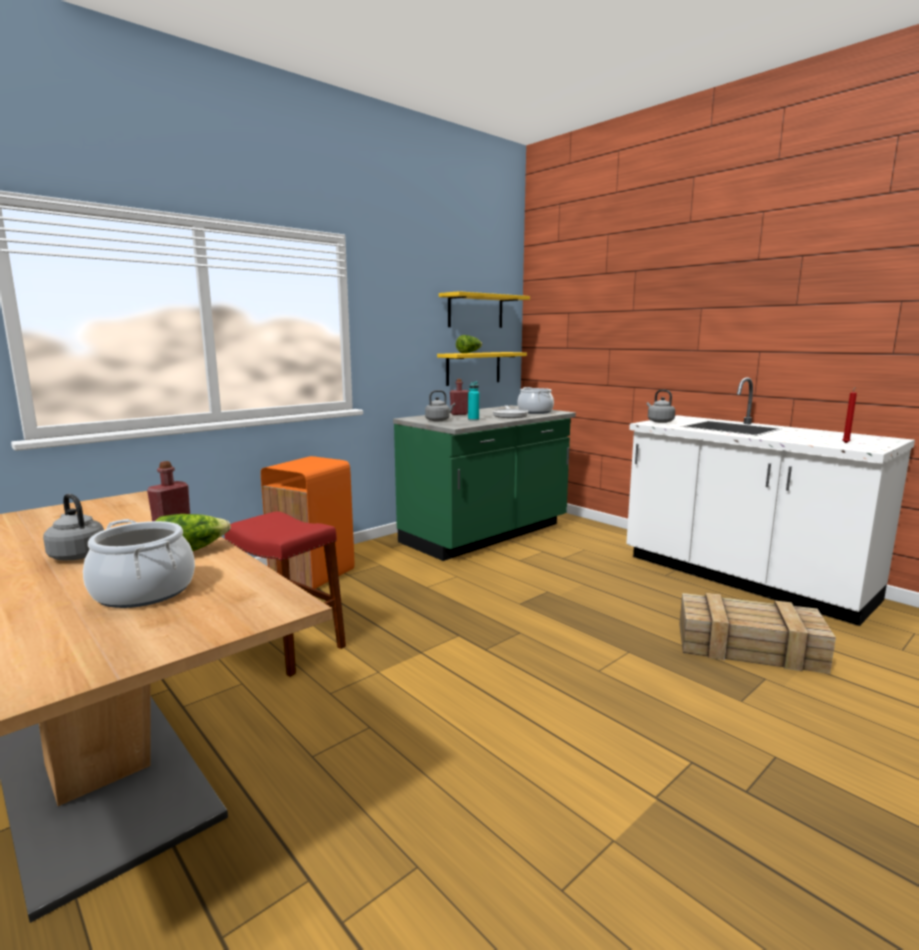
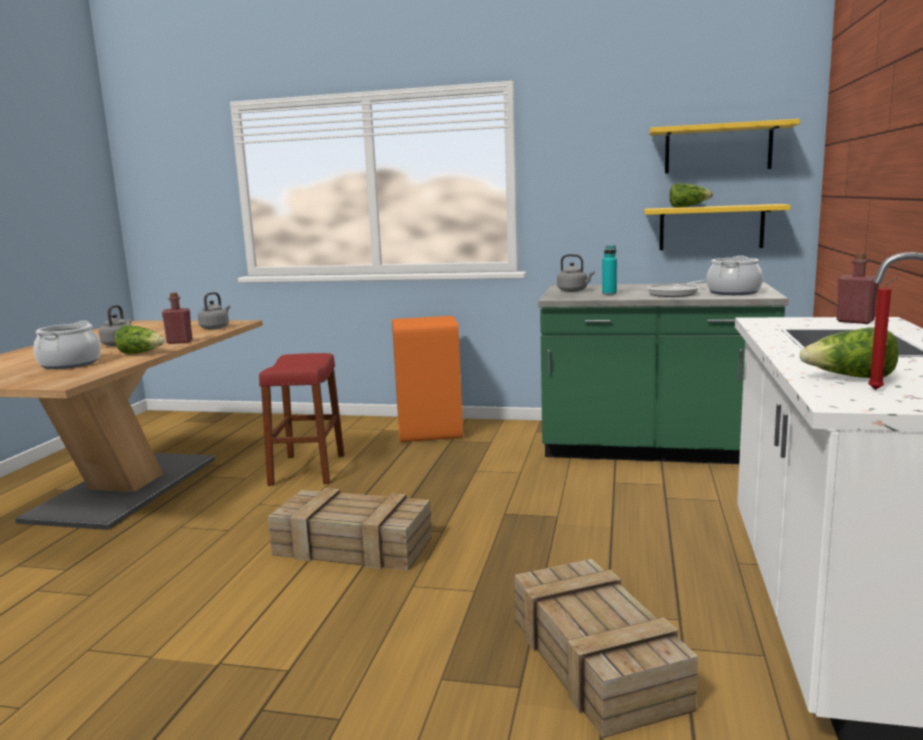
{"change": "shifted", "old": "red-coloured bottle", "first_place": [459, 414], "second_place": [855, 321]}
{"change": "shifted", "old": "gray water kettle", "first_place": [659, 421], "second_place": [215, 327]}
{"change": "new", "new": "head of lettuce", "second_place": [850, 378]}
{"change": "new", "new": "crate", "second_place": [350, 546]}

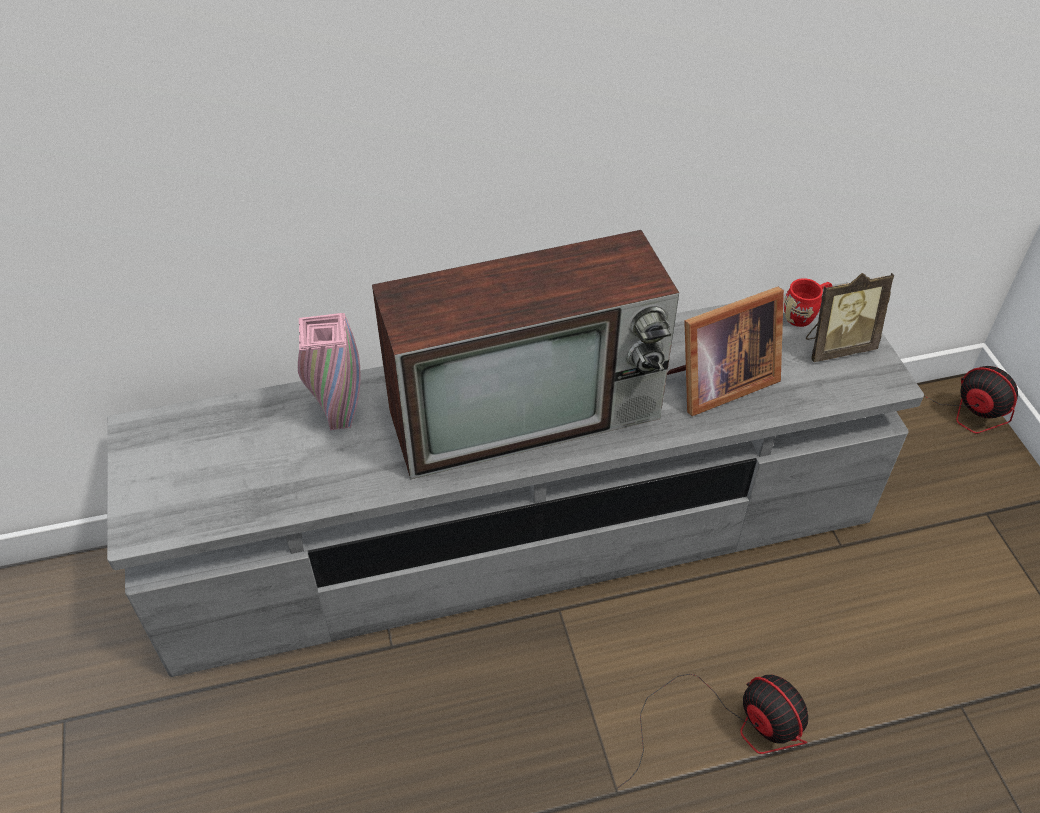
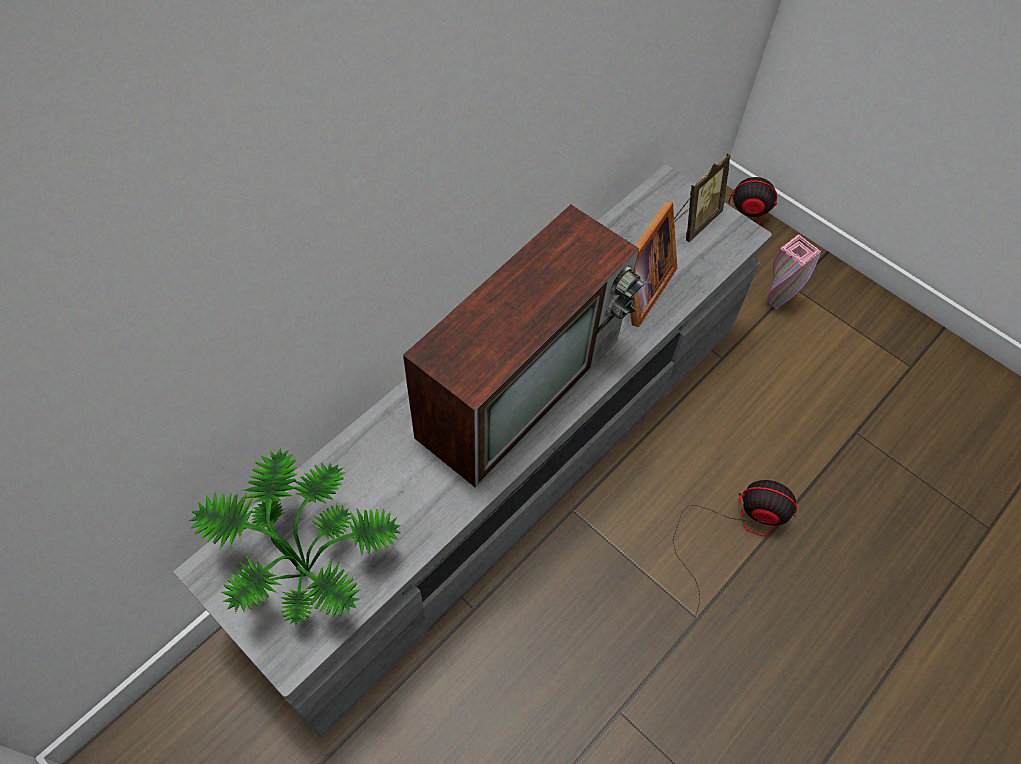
{"change": "gone", "old": "red-coloured tea mug", "first_place": [805, 314]}
{"change": "shifted", "old": "pinkish flower vase", "first_place": [339, 421], "second_place": [775, 301]}
{"change": "new", "new": "plant in a pot", "second_place": [306, 562]}

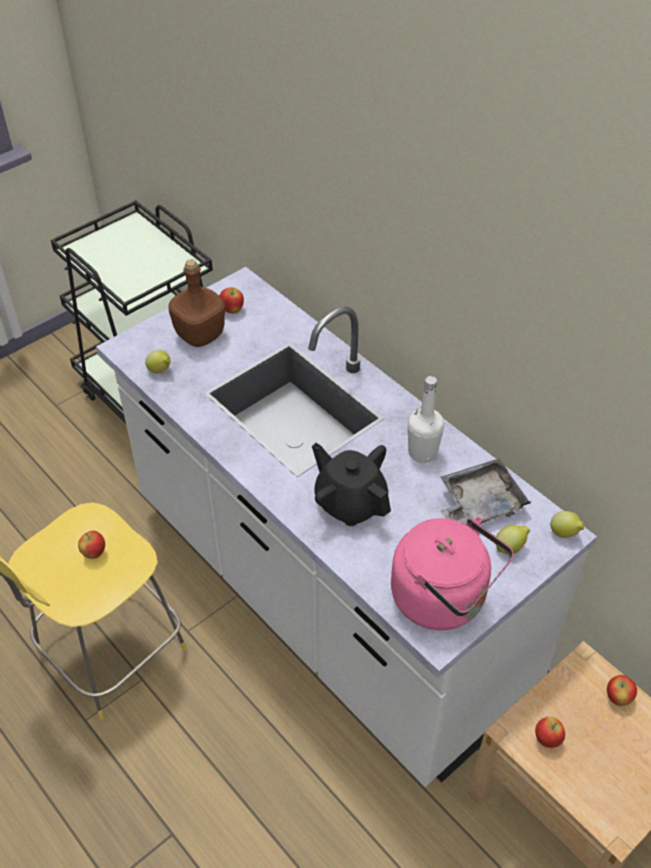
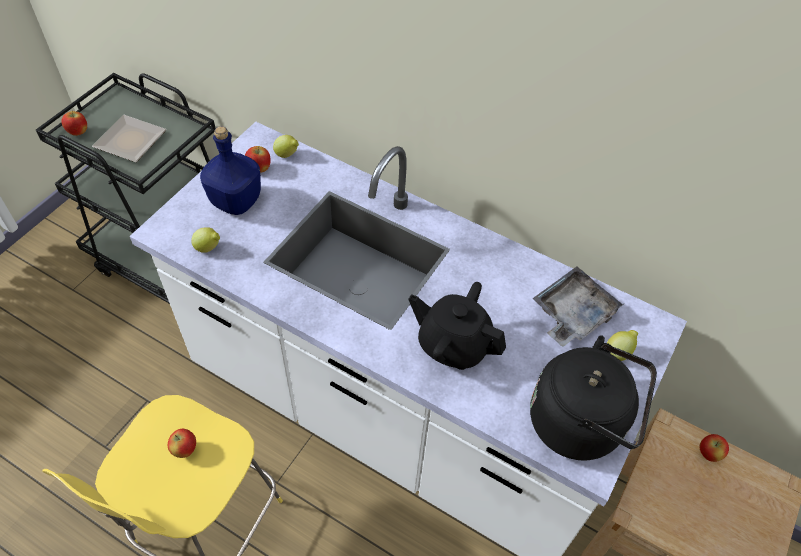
{"change": "repainted", "old": "brownish bottle", "new": "blue bottle", "first_place": [199, 335], "second_place": [235, 201]}
{"change": "gone", "old": "white bottle", "first_place": [422, 452]}
{"change": "shifted", "old": "lemon", "first_place": [564, 533], "second_place": [287, 155]}
{"change": "repainted", "old": "pinkish water kettle", "new": "blackish water kettle", "first_place": [444, 599], "second_place": [581, 423]}
{"change": "shifted", "old": "apple fruit", "first_place": [547, 739], "second_place": [78, 132]}
{"change": "new", "new": "dinner plate", "second_place": [128, 142]}

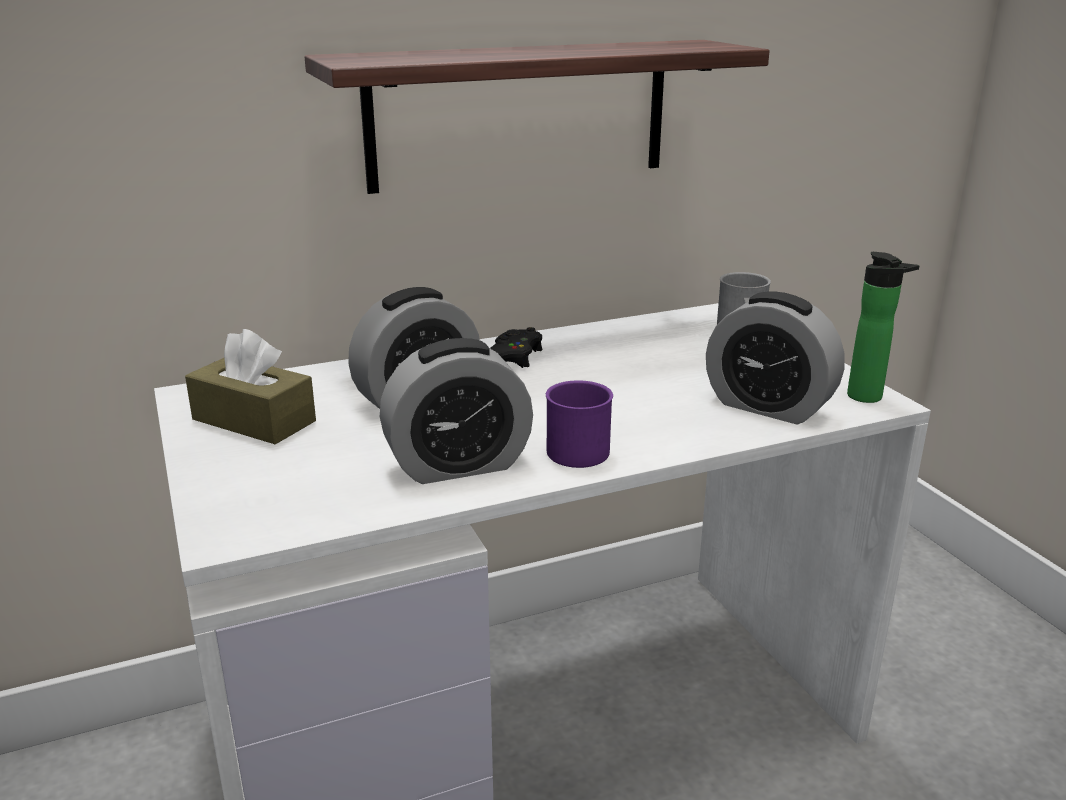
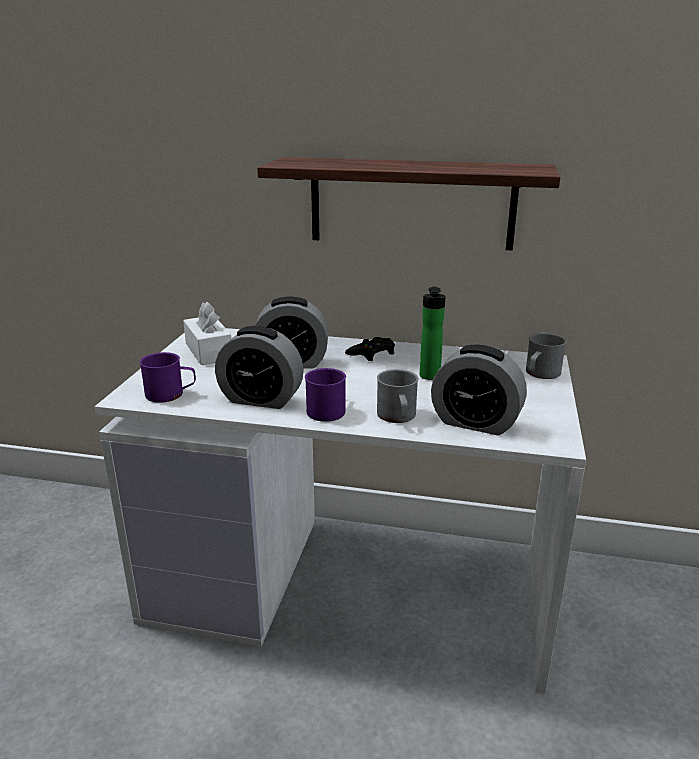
{"change": "shifted", "old": "bottle", "first_place": [869, 398], "second_place": [430, 377]}
{"change": "rotated", "old": "bedside clock", "first_place": [768, 406], "second_place": [475, 423], "degrees": -45}
{"change": "repainted", "old": "brownish tissue box", "new": "white tissue box", "first_place": [254, 420], "second_place": [208, 351]}
{"change": "new", "new": "purple-coloured tea mug", "second_place": [171, 394]}
{"change": "new", "new": "gray tea mug", "second_place": [397, 417]}

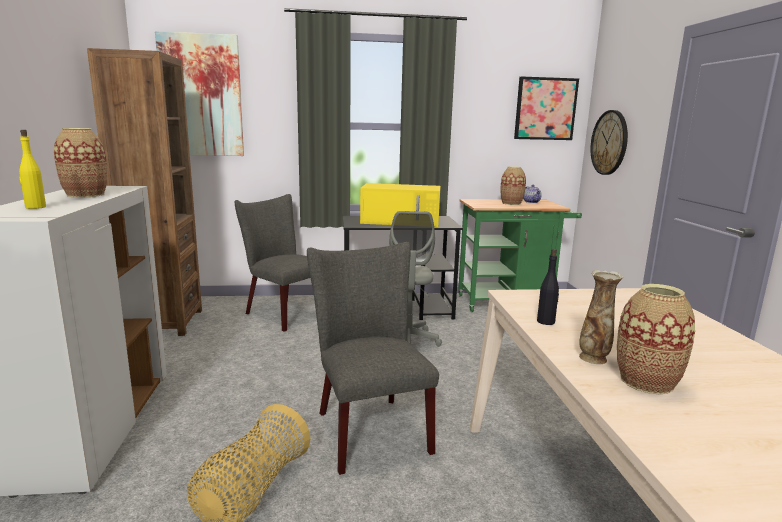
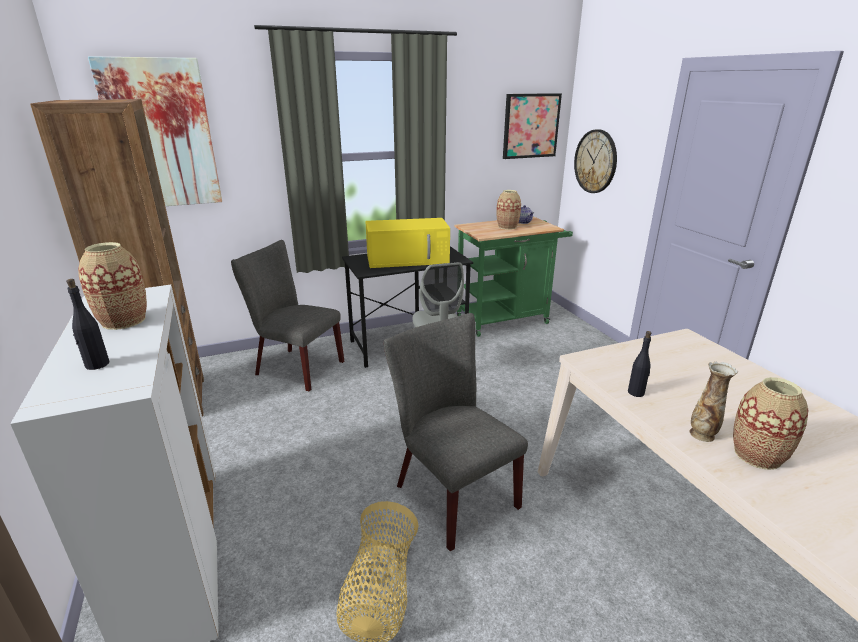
{"change": "repainted", "old": "yellow-coloured bottle", "new": "blackish bottle", "first_place": [35, 207], "second_place": [97, 364]}

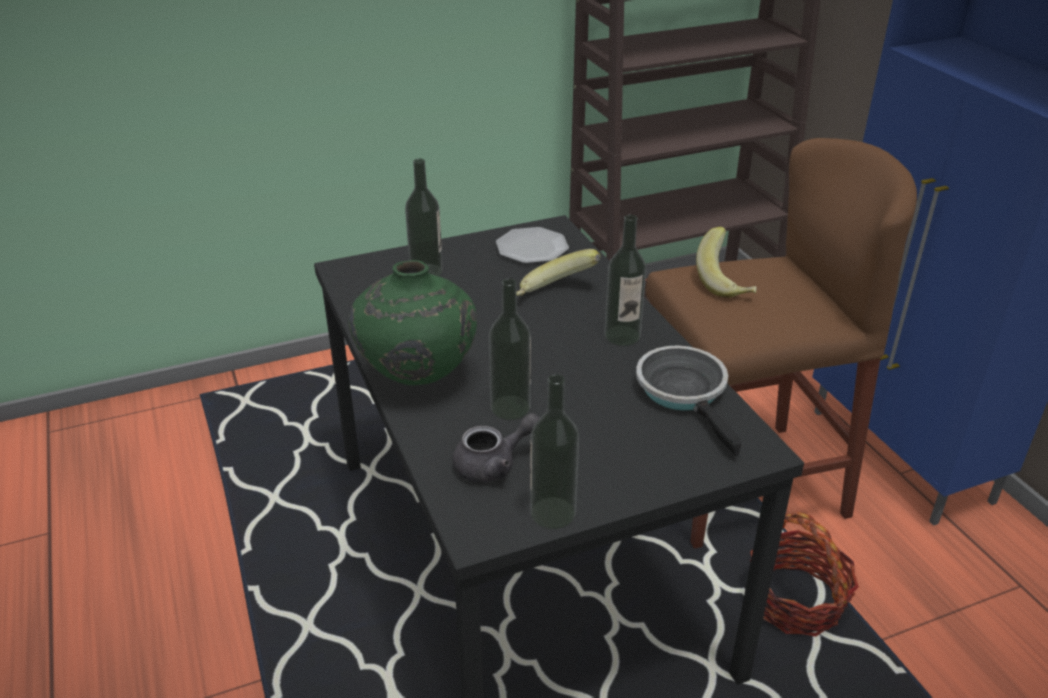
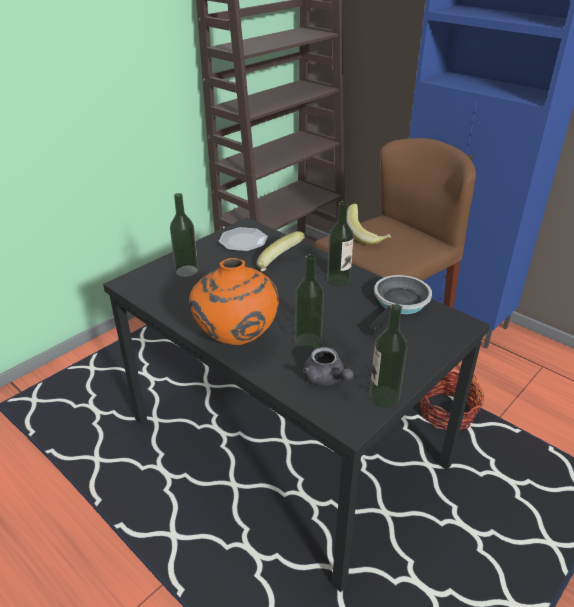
{"change": "repainted", "old": "green-coloured flower vase", "new": "orange flower vase", "first_place": [417, 379], "second_place": [236, 340]}
{"change": "rotated", "old": "skillet", "first_place": [685, 393], "second_place": [399, 304], "degrees": 75}
{"change": "rotated", "old": "gray pot for tea", "first_place": [493, 464], "second_place": [326, 379], "degrees": 105}

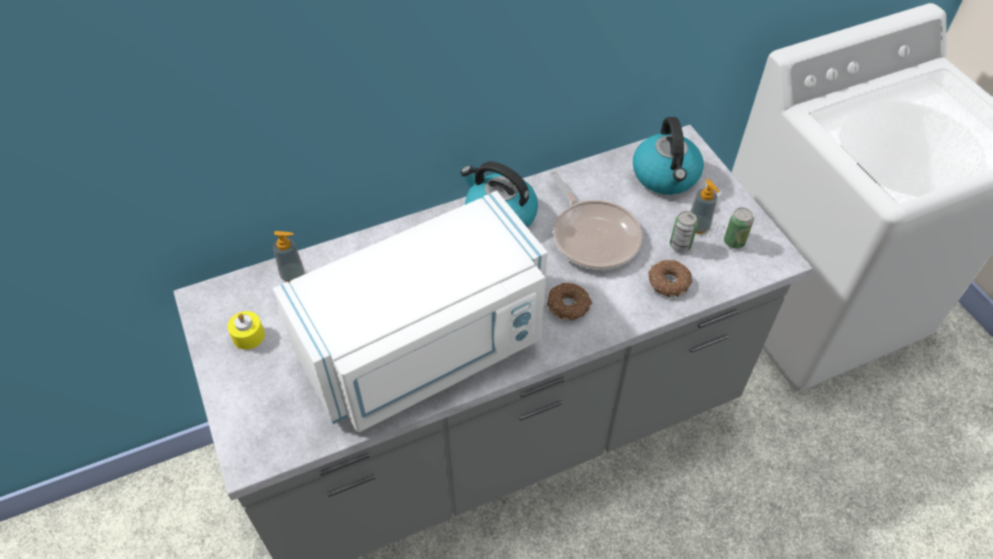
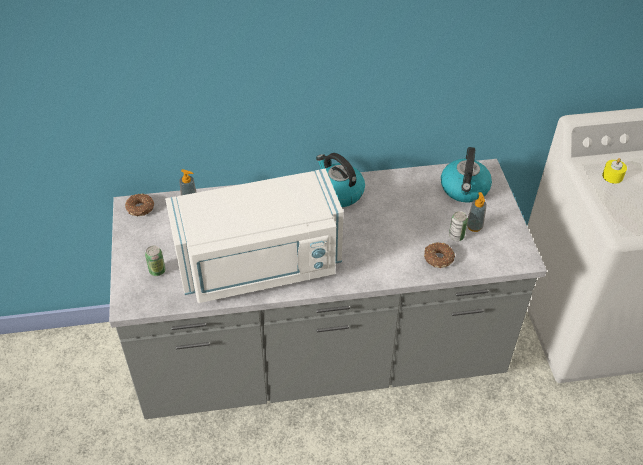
{"change": "gone", "old": "skillet", "first_place": [593, 236]}
{"change": "shifted", "old": "can", "first_place": [734, 242], "second_place": [157, 271]}
{"change": "shifted", "old": "ring doughnut", "first_place": [569, 306], "second_place": [140, 208]}
{"change": "shifted", "old": "yellow-coloured wax candle", "first_place": [248, 336], "second_place": [612, 176]}

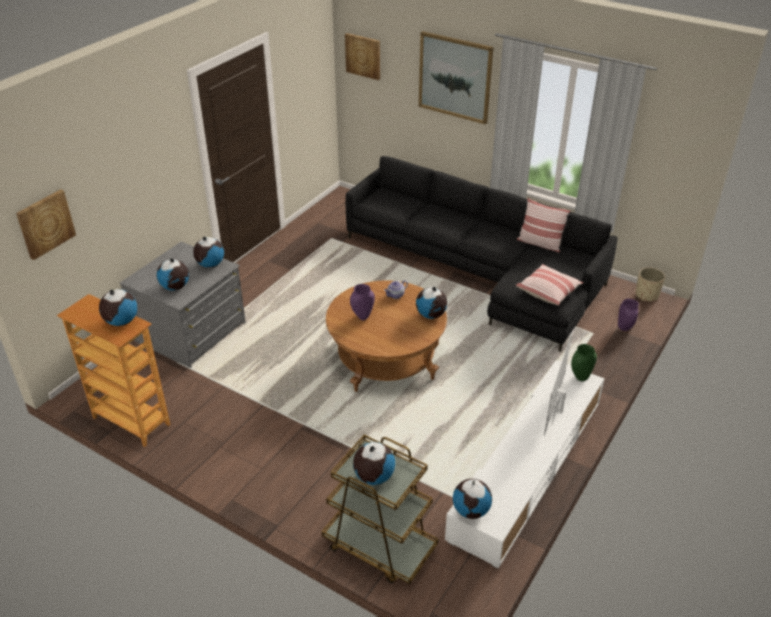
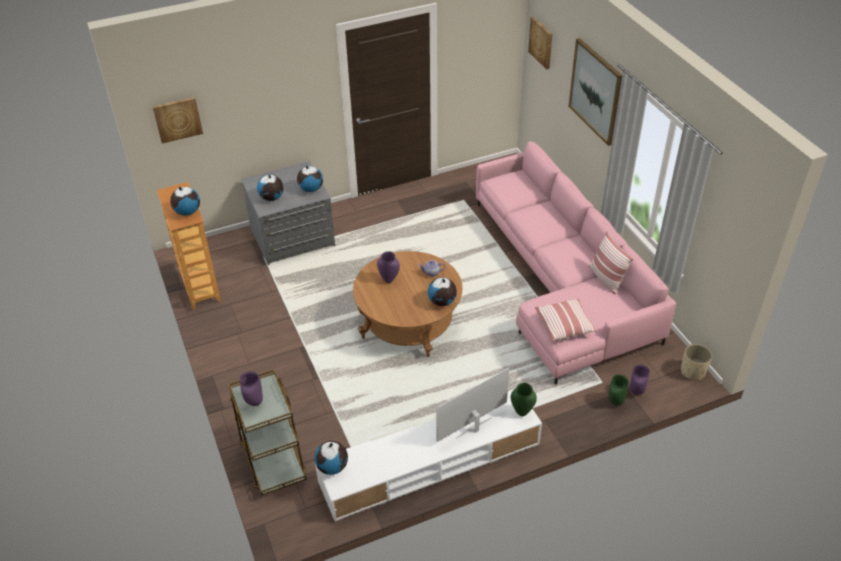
{"change": "repainted", "old": "blackish sofa", "new": "pinkish sofa", "first_place": [481, 271], "second_place": [560, 282]}
{"change": "swapped", "old": "desk globe", "new": "purple-coloured flower vase", "first_place": [373, 477], "second_place": [254, 402]}
{"change": "new", "new": "green-coloured flower vase", "second_place": [616, 402]}

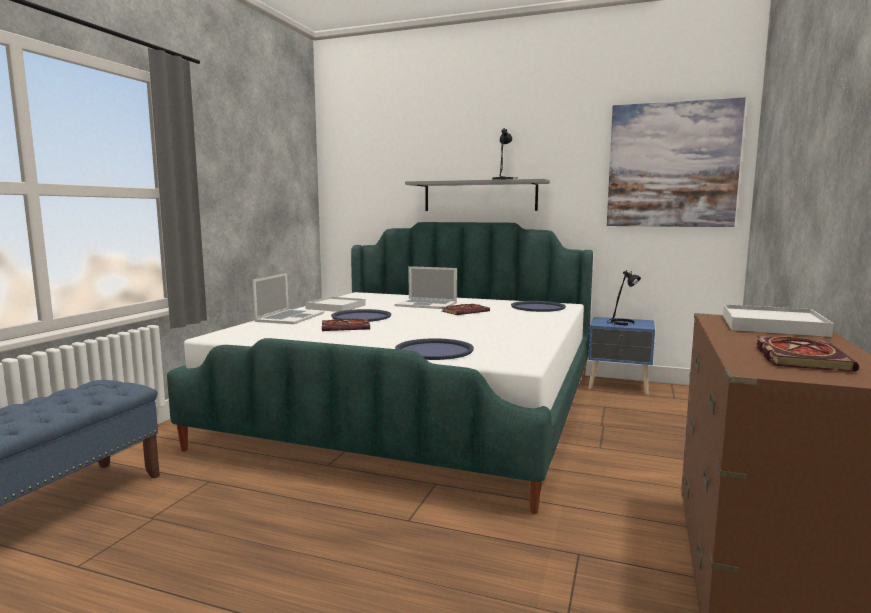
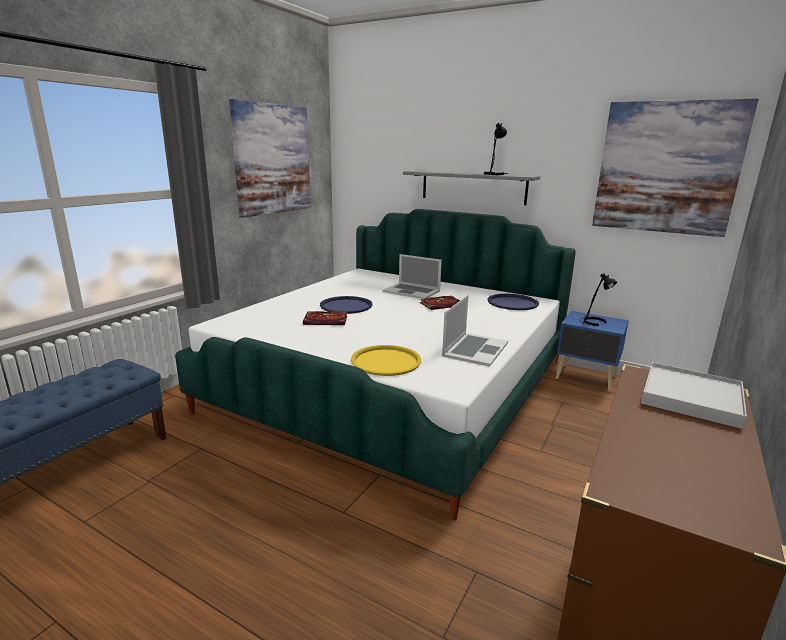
{"change": "shifted", "old": "portable computer", "first_place": [290, 317], "second_place": [475, 349]}
{"change": "gone", "old": "white serving tray", "first_place": [336, 307]}
{"change": "gone", "old": "volume", "first_place": [798, 357]}
{"change": "repainted", "old": "blue serving tray", "new": "yellow-coloured serving tray", "first_place": [434, 350], "second_place": [386, 361]}
{"change": "new", "new": "wall art", "second_place": [273, 159]}

